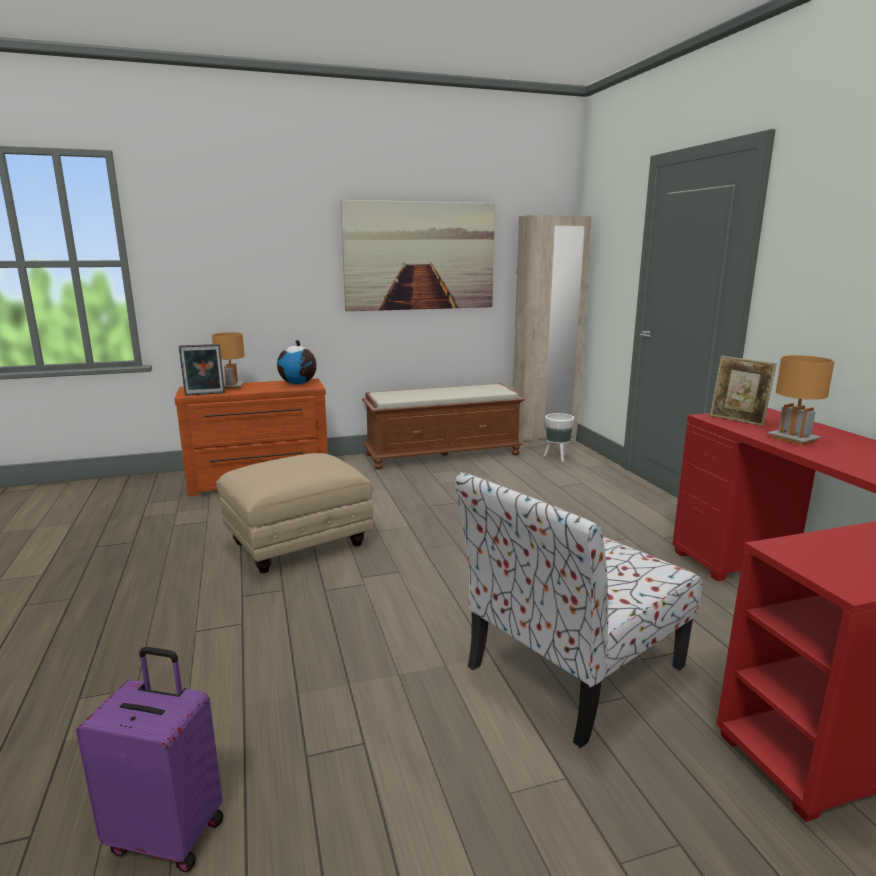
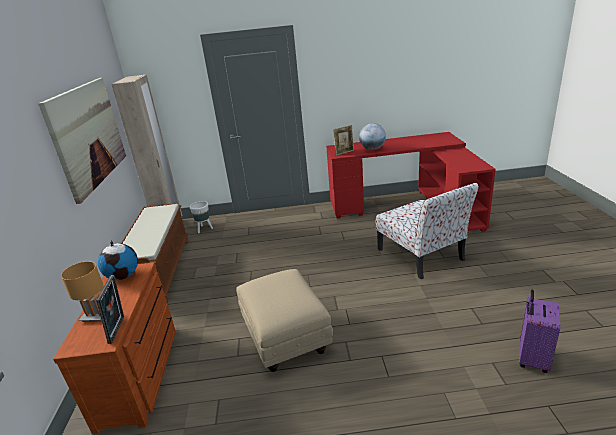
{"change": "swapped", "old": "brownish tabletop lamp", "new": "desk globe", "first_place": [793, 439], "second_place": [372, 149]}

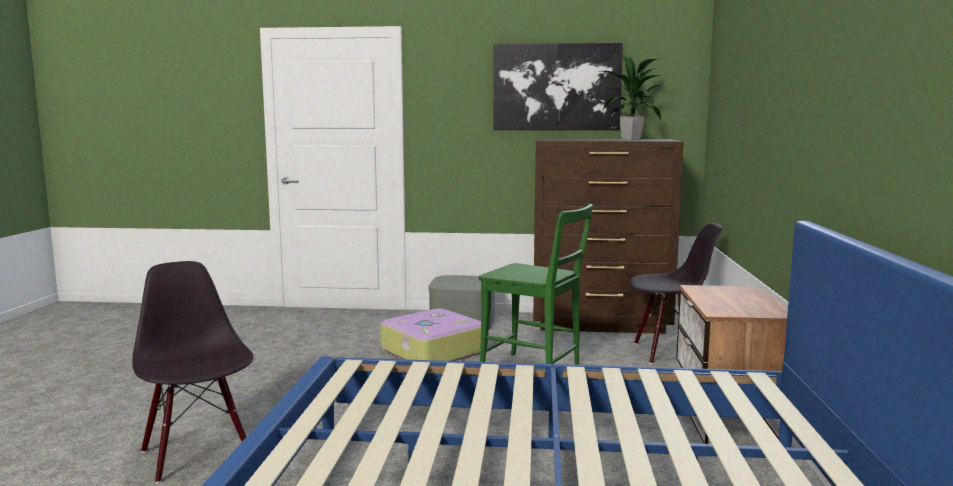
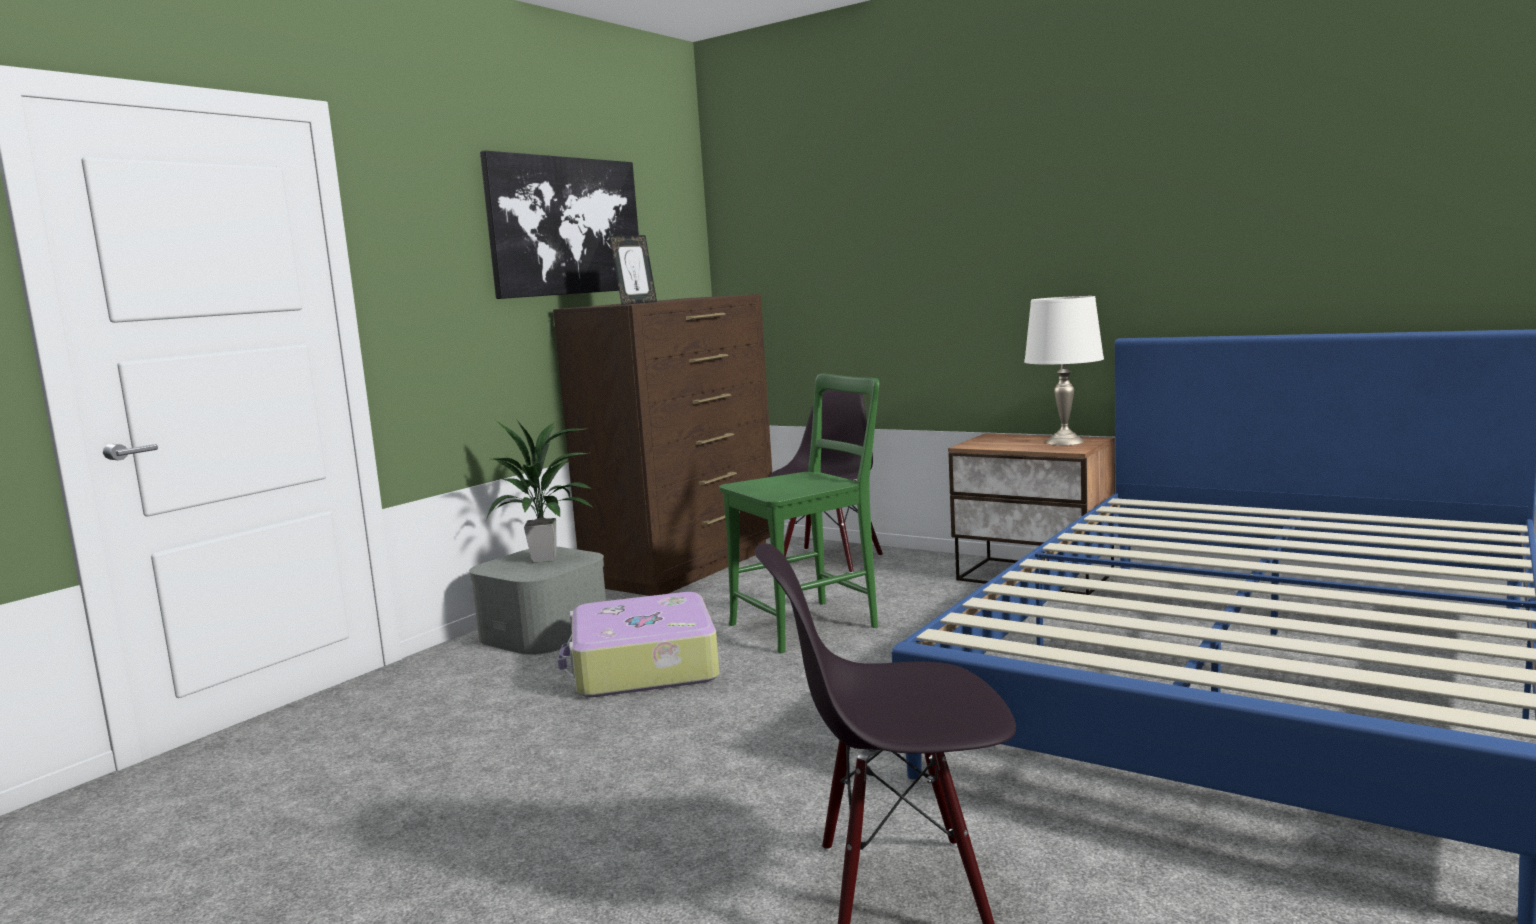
{"change": "shifted", "old": "plant in a pot", "first_place": [631, 139], "second_place": [545, 559]}
{"change": "new", "new": "standing frame", "second_place": [636, 303]}
{"change": "new", "new": "white tabletop lamp", "second_place": [1065, 441]}

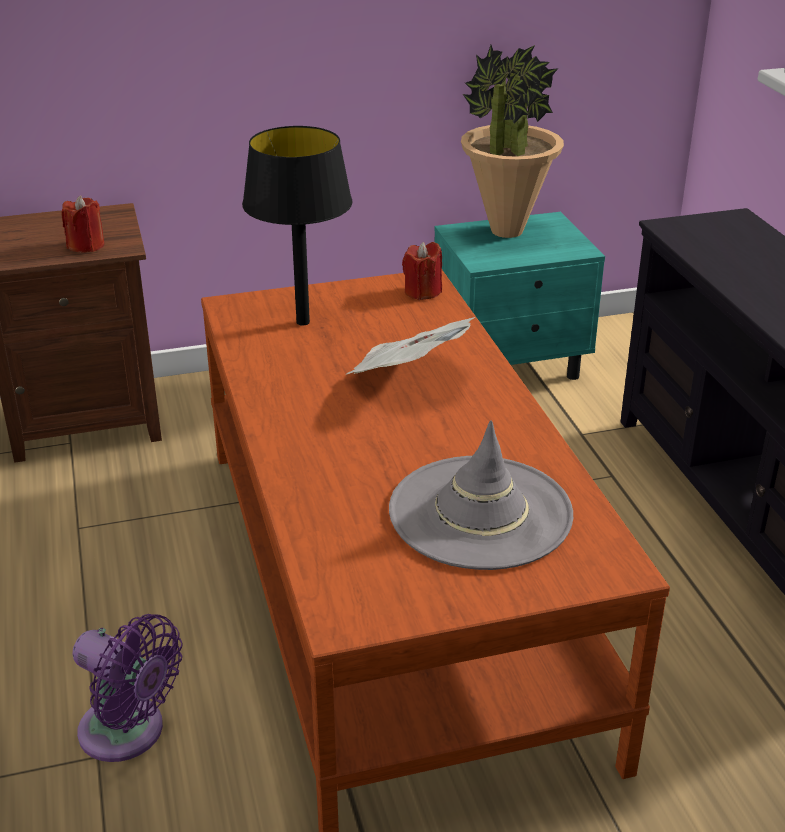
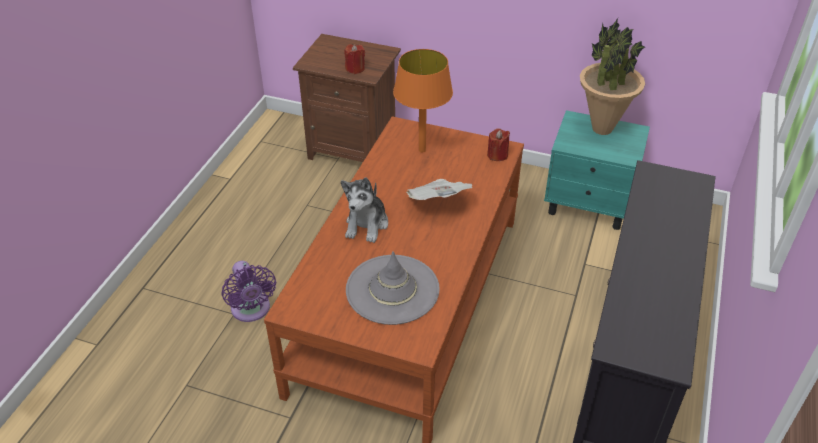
{"change": "repainted", "old": "blackish tabletop lamp", "new": "orange tabletop lamp", "first_place": [303, 322], "second_place": [422, 150]}
{"change": "new", "new": "cuddly toy", "second_place": [367, 225]}

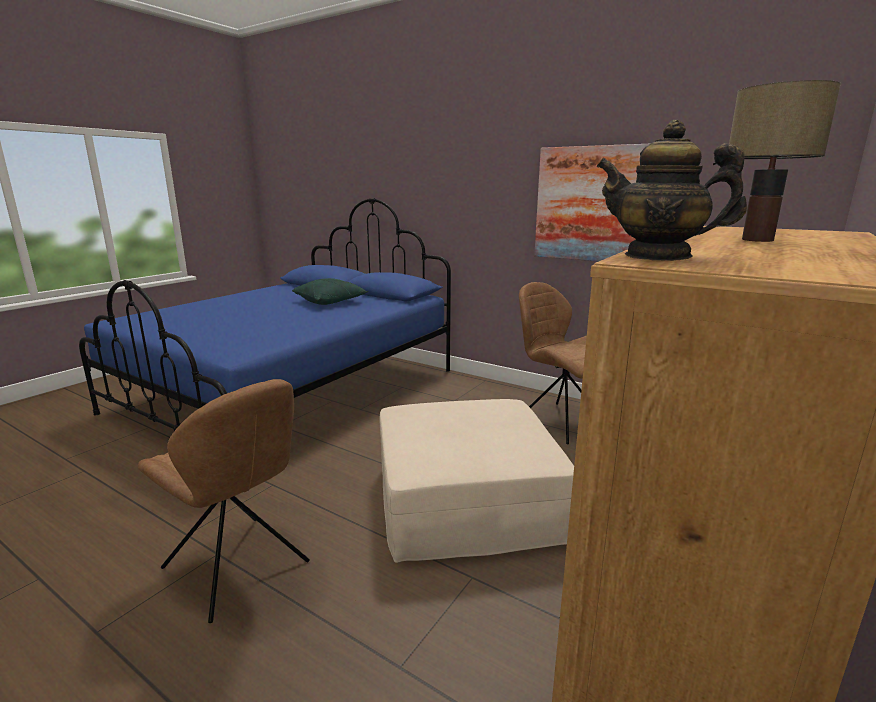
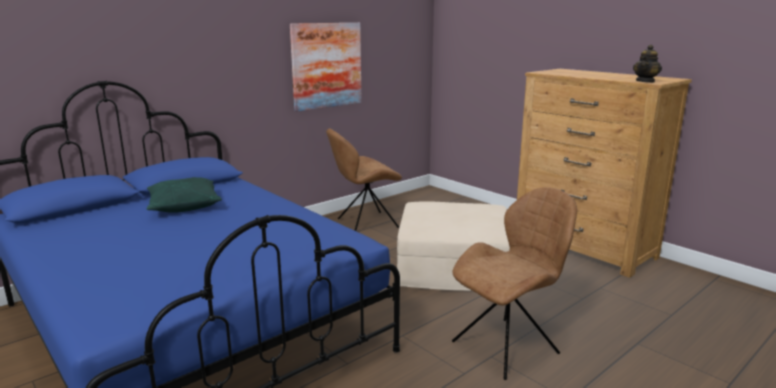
{"change": "gone", "old": "tabletop lamp", "first_place": [757, 240]}

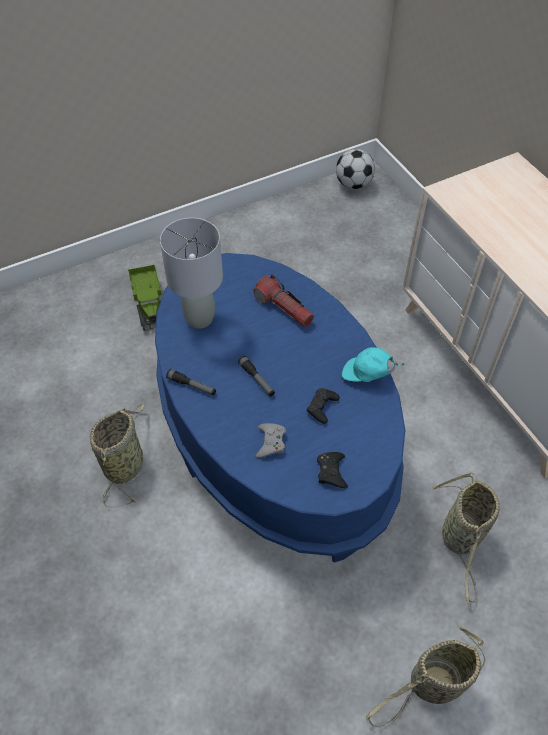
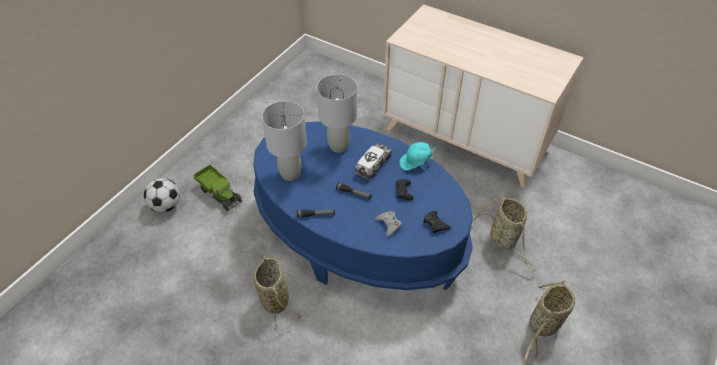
{"change": "shifted", "old": "ball for football", "first_place": [353, 184], "second_place": [166, 206]}
{"change": "swapped", "old": "hand torch", "new": "gray tabletop lamp", "first_place": [284, 308], "second_place": [339, 146]}
{"change": "new", "new": "model truck", "second_place": [373, 165]}

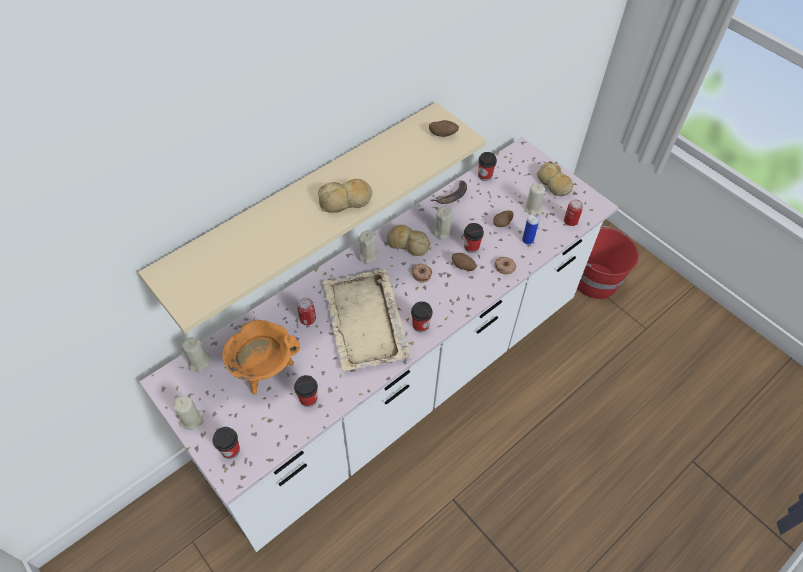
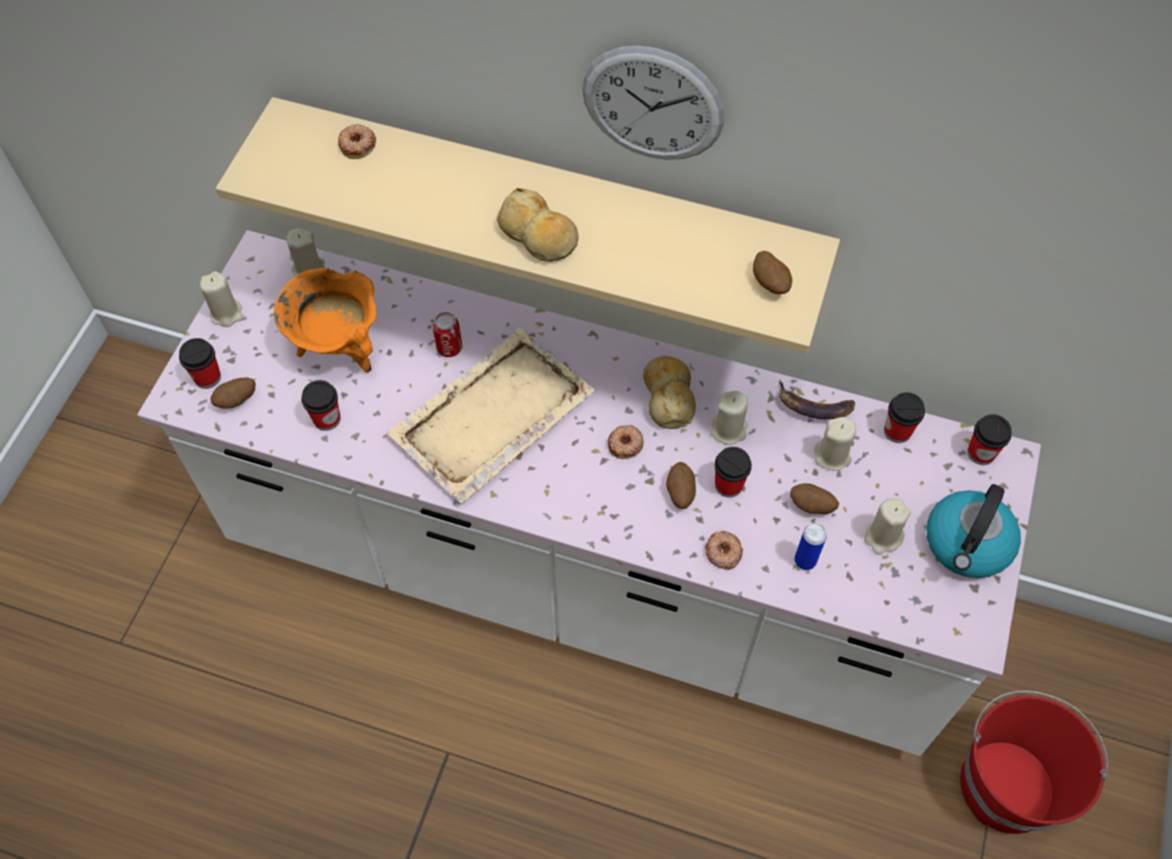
{"change": "swapped", "old": "bakery bread", "new": "water kettle", "first_place": [554, 184], "second_place": [967, 545]}
{"change": "gone", "old": "can", "first_place": [570, 221]}
{"change": "shifted", "old": "sand-coloured wax candle", "first_place": [368, 255], "second_place": [832, 456]}
{"change": "shifted", "old": "drinking cup", "first_place": [420, 325], "second_place": [981, 453]}
{"change": "new", "new": "clock on the wall", "second_place": [652, 104]}
{"change": "new", "new": "ring doughnut", "second_place": [358, 144]}
{"change": "new", "new": "spud", "second_place": [237, 400]}

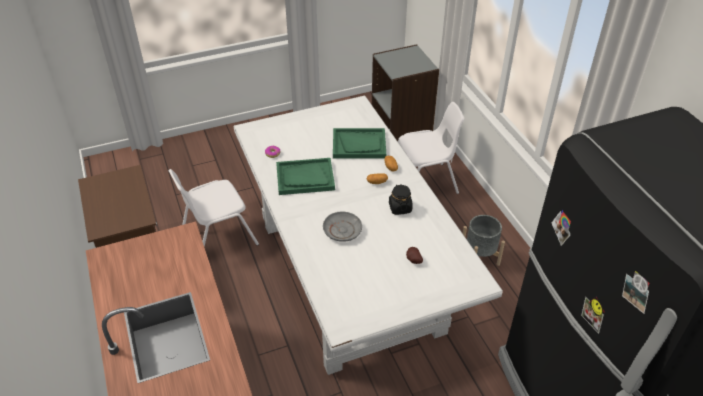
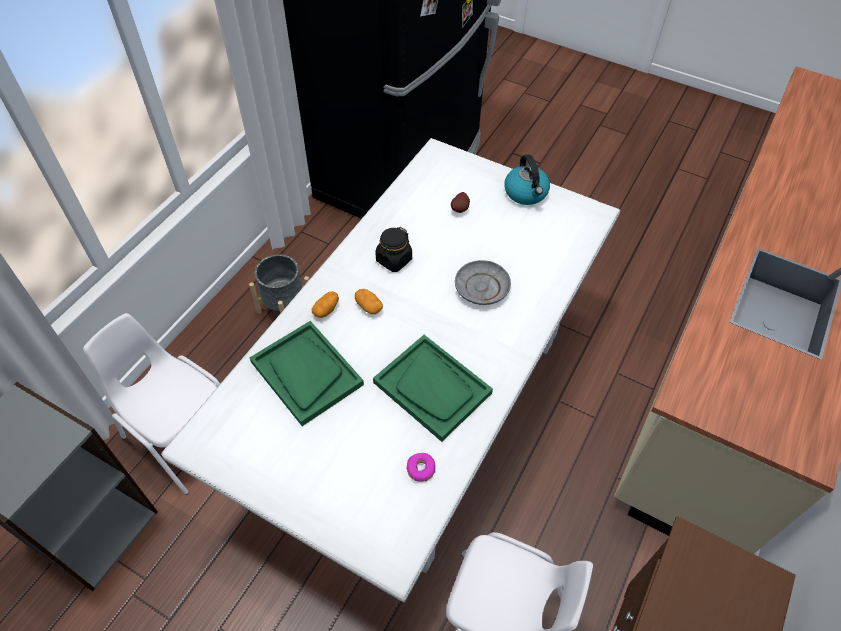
{"change": "new", "new": "water kettle", "second_place": [526, 193]}

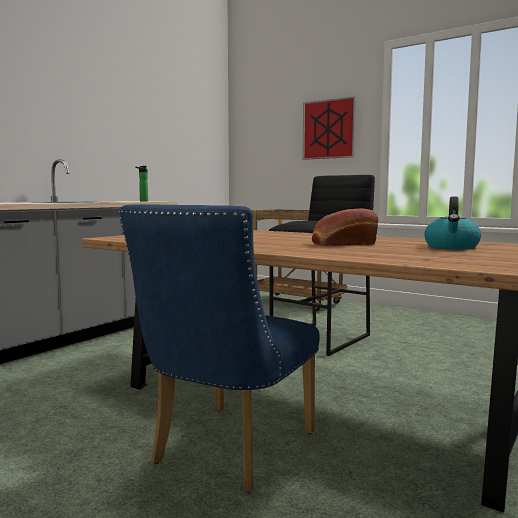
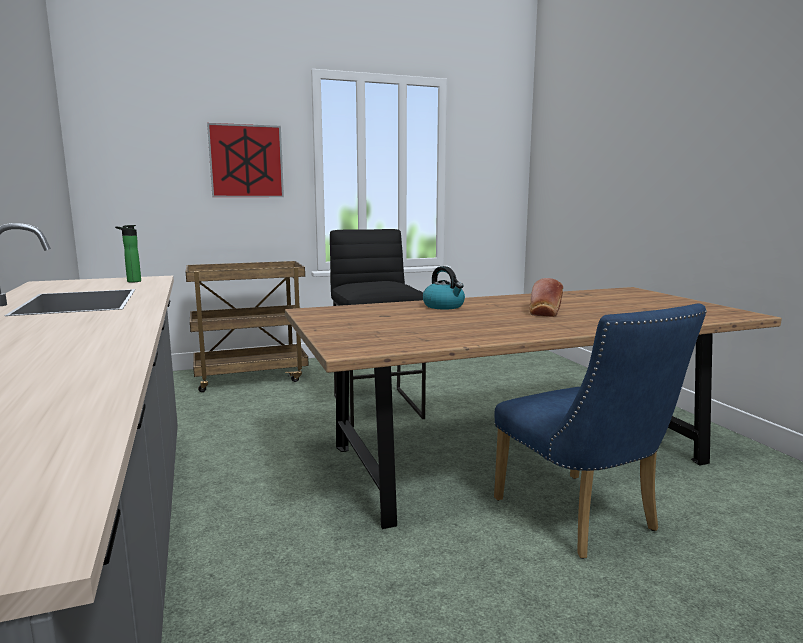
{"change": "shifted", "old": "water kettle", "first_place": [452, 247], "second_place": [444, 306]}

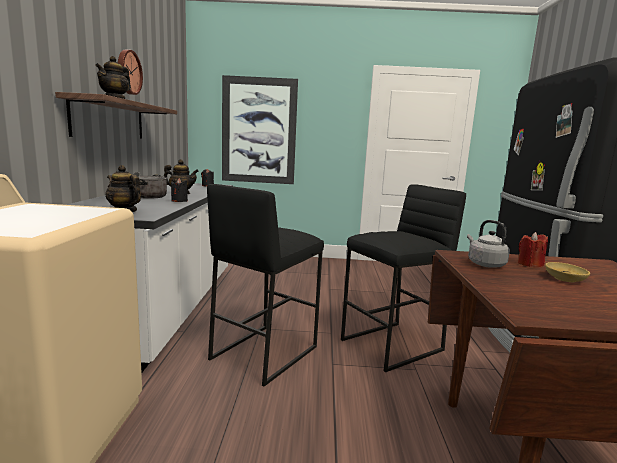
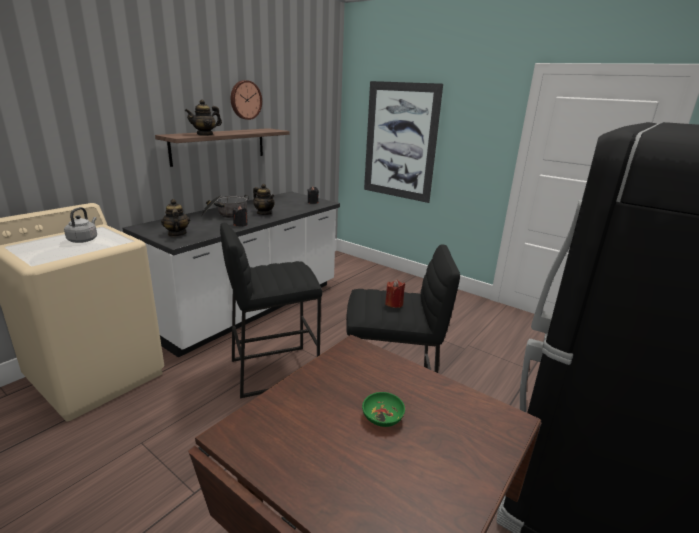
{"change": "shifted", "old": "gray water kettle", "first_place": [484, 264], "second_place": [84, 240]}
{"change": "shifted", "old": "red-coloured wax candle", "first_place": [530, 264], "second_place": [394, 304]}
{"change": "repainted", "old": "sand-coloured serving bowl", "new": "green-coloured serving bowl", "first_place": [565, 279], "second_place": [383, 417]}

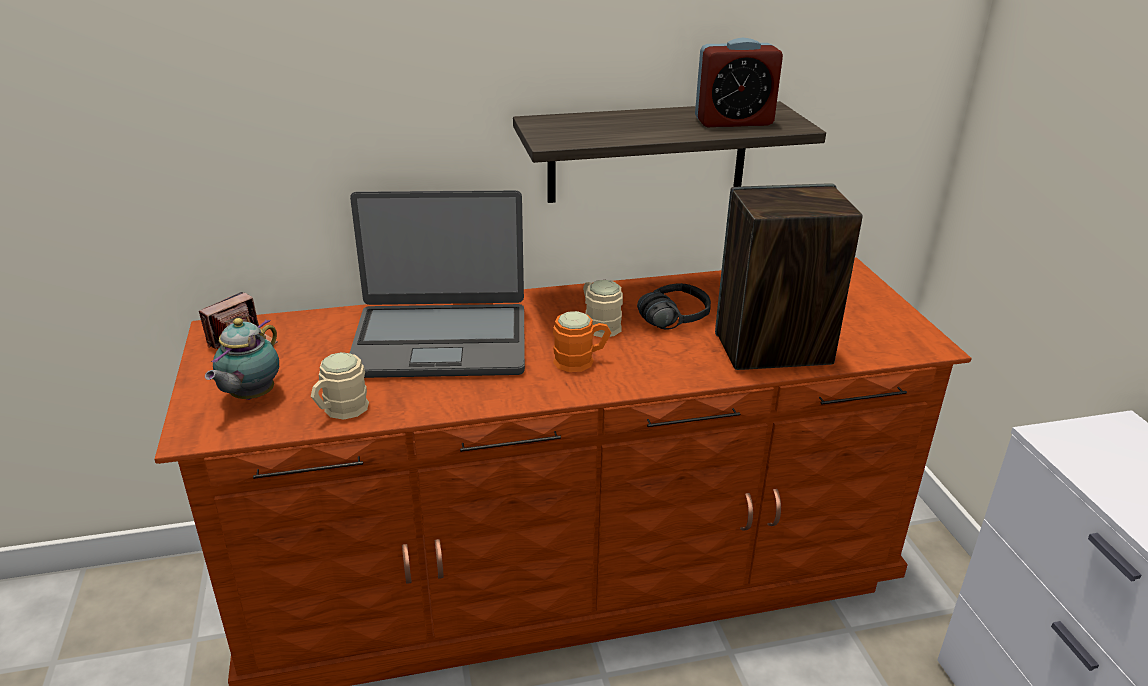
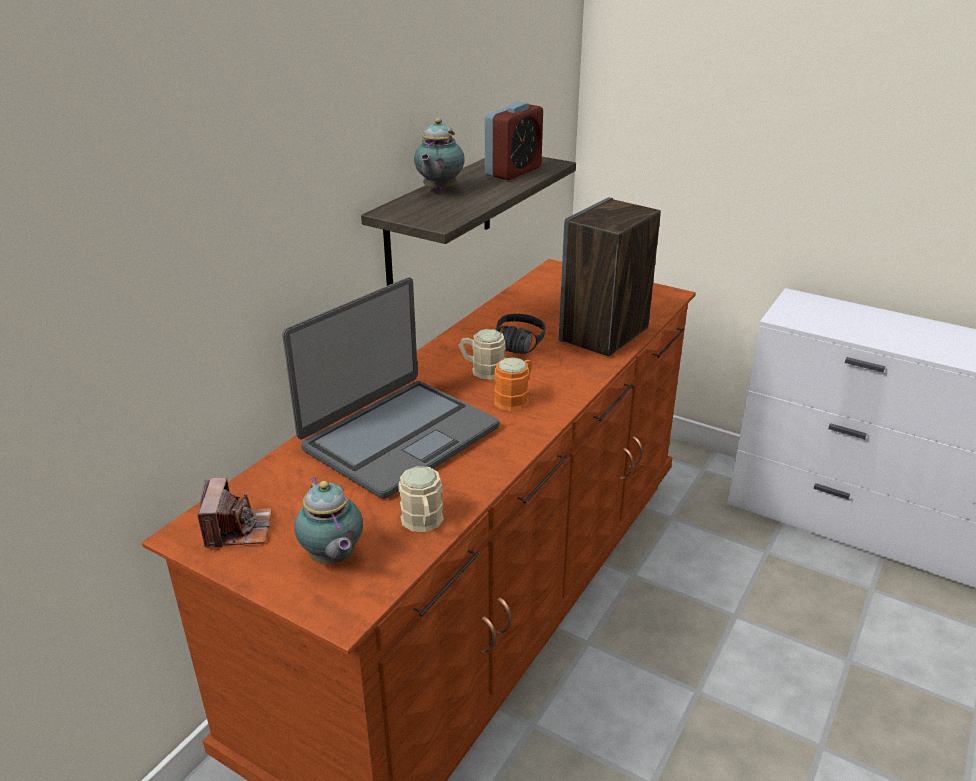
{"change": "new", "new": "pot for tea", "second_place": [438, 190]}

